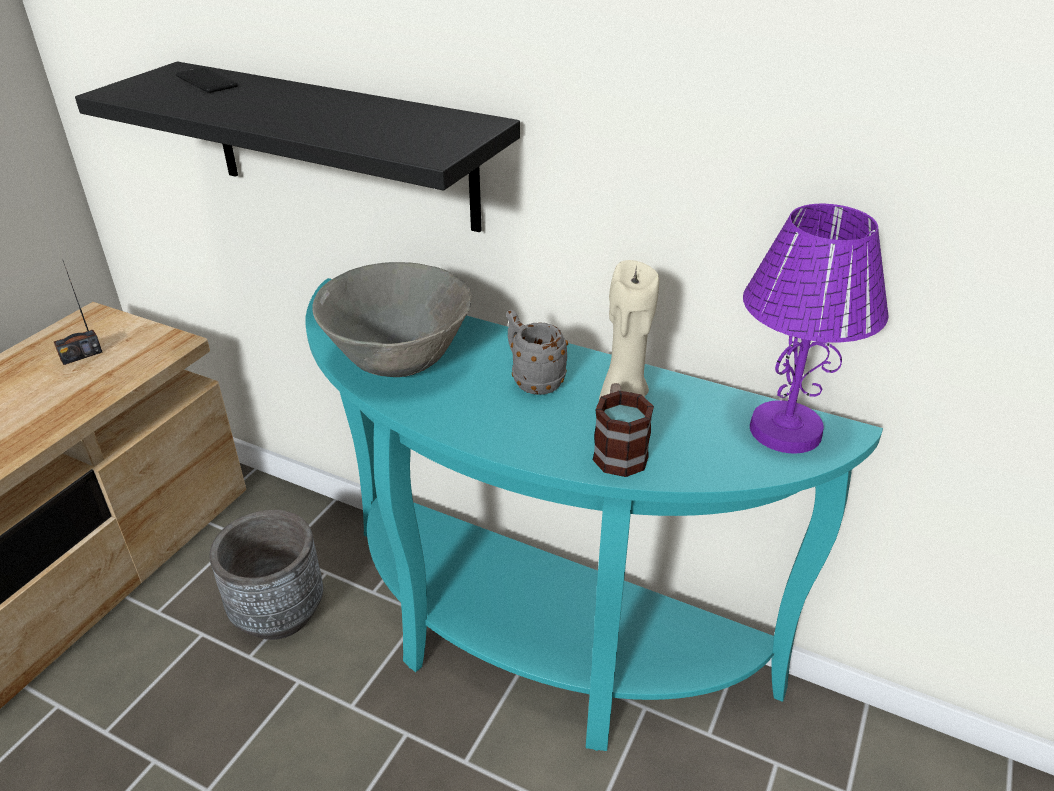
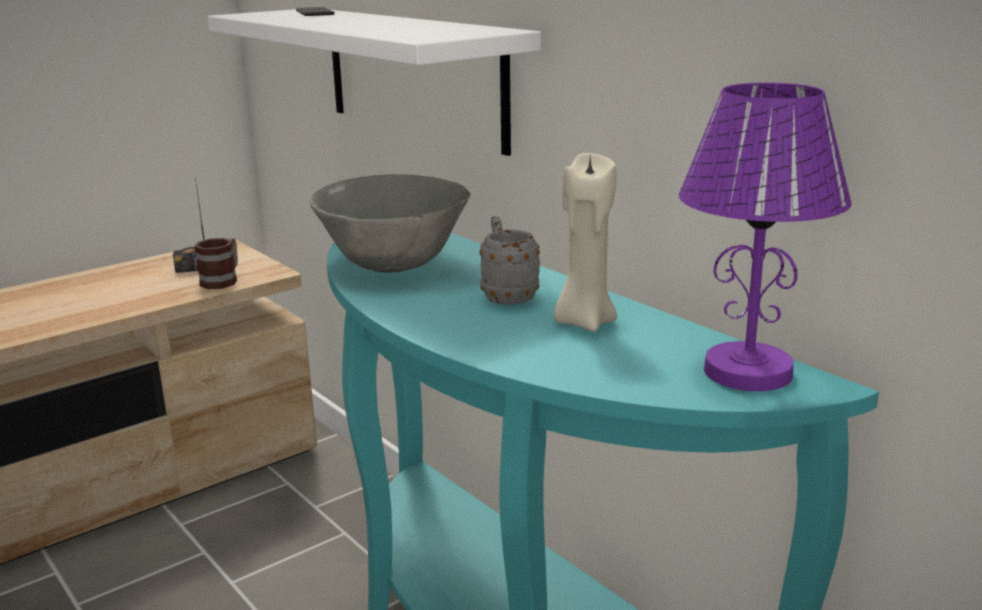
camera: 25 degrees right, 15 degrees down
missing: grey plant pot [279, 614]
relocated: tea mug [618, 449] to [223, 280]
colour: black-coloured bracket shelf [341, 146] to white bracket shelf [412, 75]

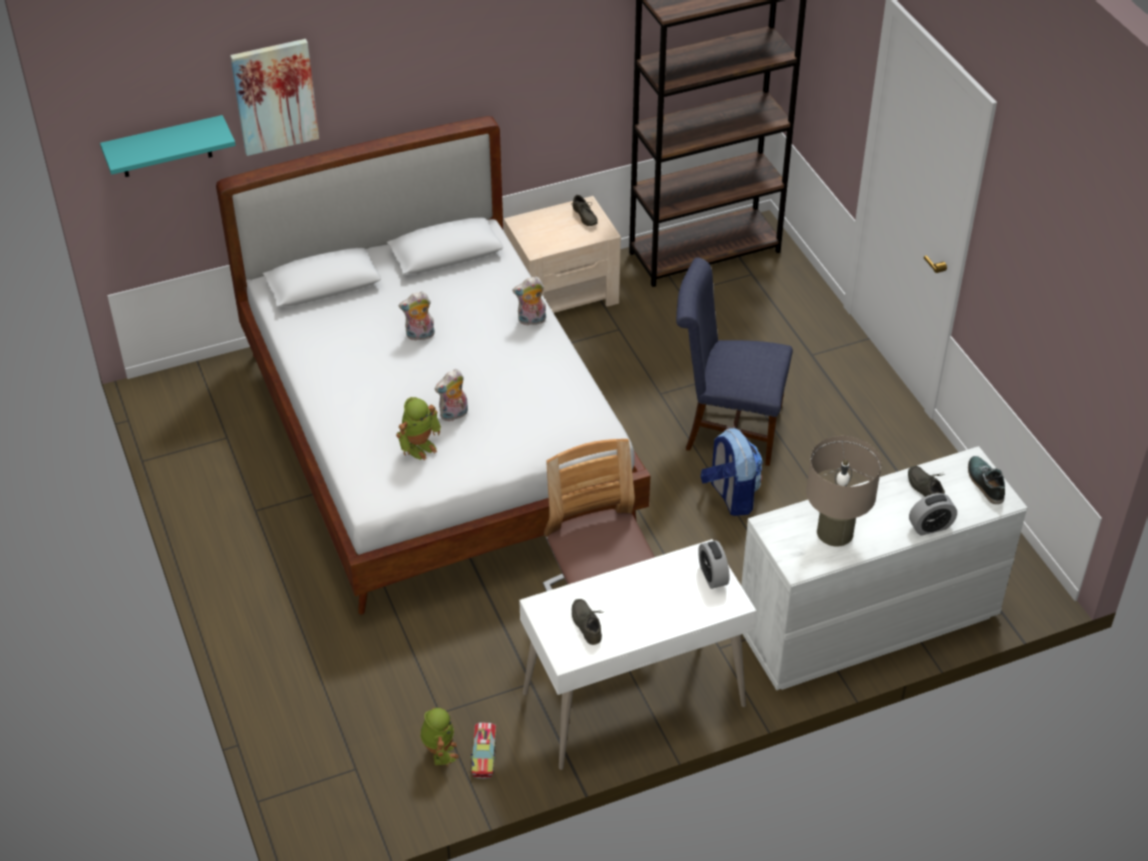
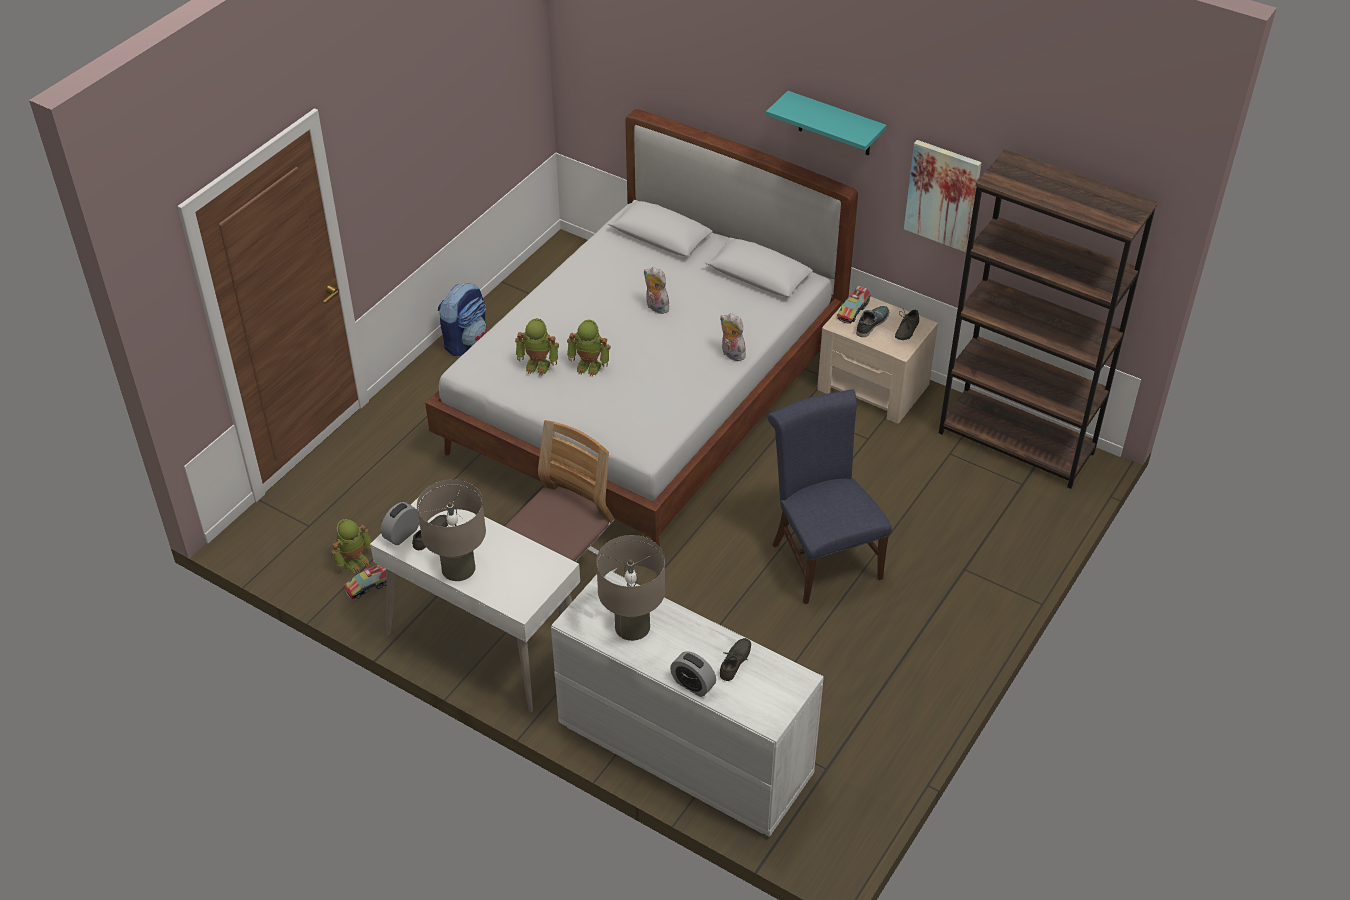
camera: 55 degrees right, 0 degrees up
appeared: sand-coloured table lamp [458, 568]; toy lorry [853, 310]
relocated: turquoise bracket shelf [165, 147] to [835, 124]; picture [275, 96] to [942, 195]; bedside clock [712, 576] to [402, 534]; backpack [730, 496] to [465, 341]; item of footwear [984, 483] to [871, 323]
exchanged: cuddly toy [454, 415] to toy robot [589, 365]

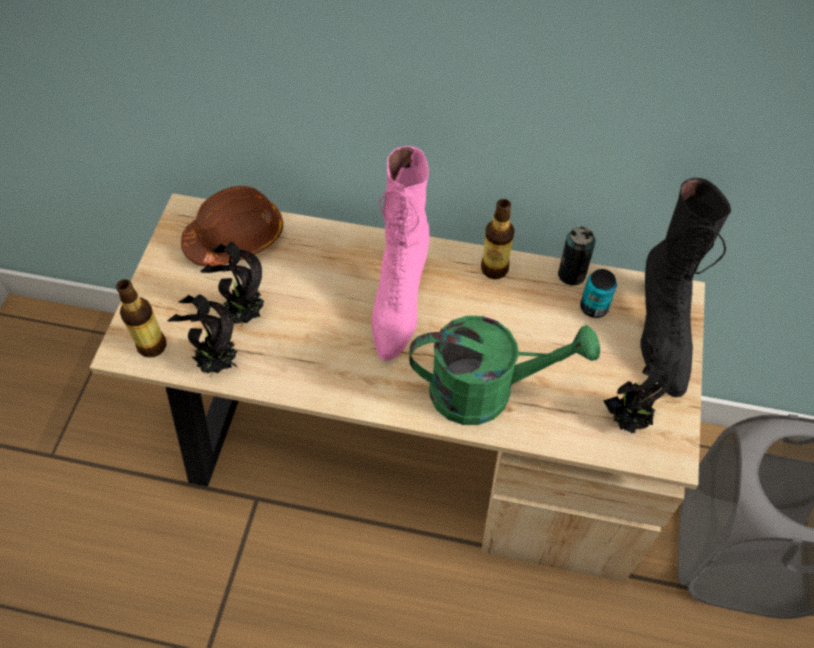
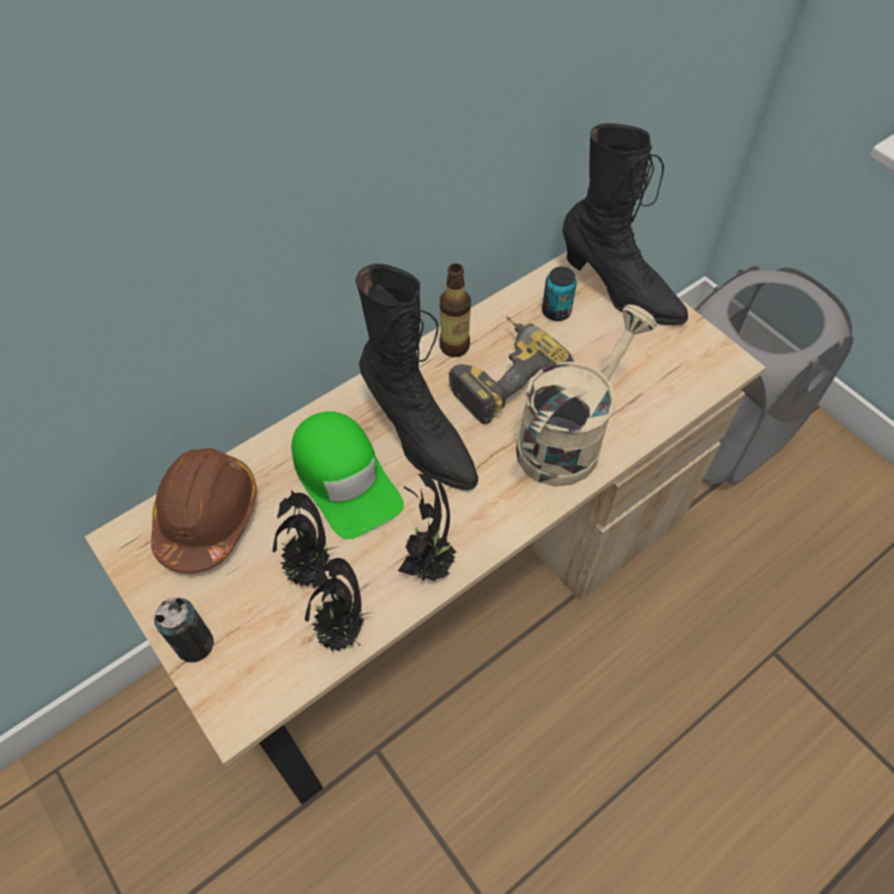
camera: 50 degrees left, 0 degrees up
missing: beverage bottle [152, 346]
appeared: greenish peaked cap [345, 478]; drill [502, 374]
relocated: sealed can [571, 274] to [195, 644]; houseplant [629, 418] to [429, 563]
colour: pink boot [398, 301] to black-coloured boot [418, 436]; greenish sprinkling can [487, 390] to sand-coloured sprinkling can [568, 437]

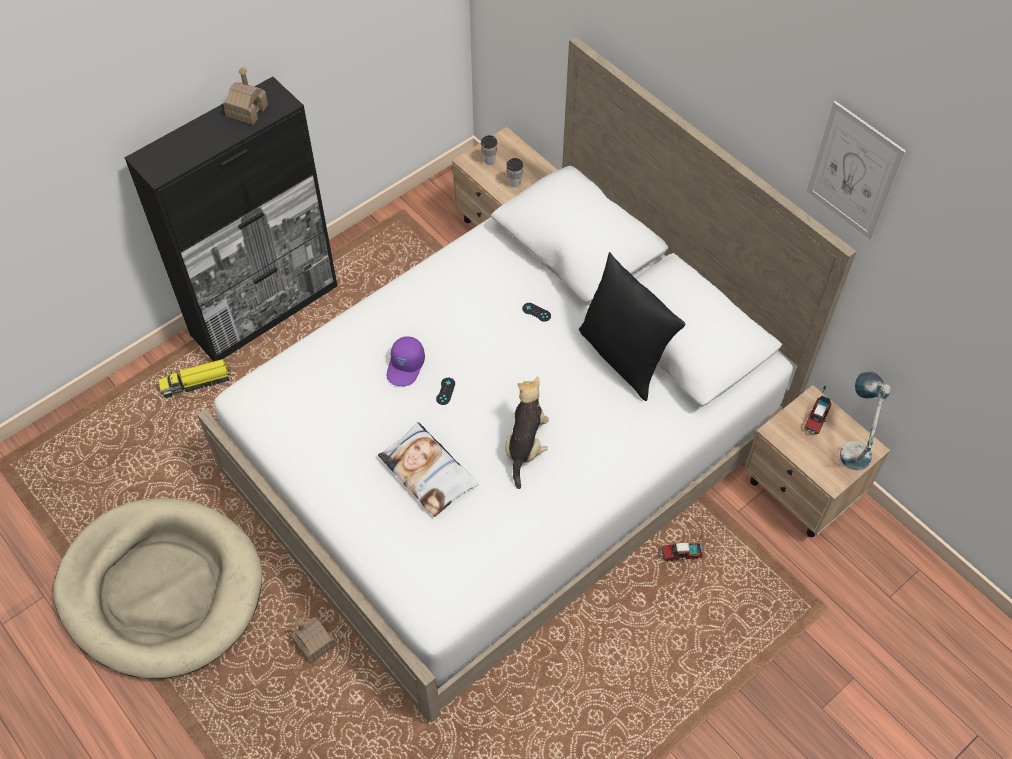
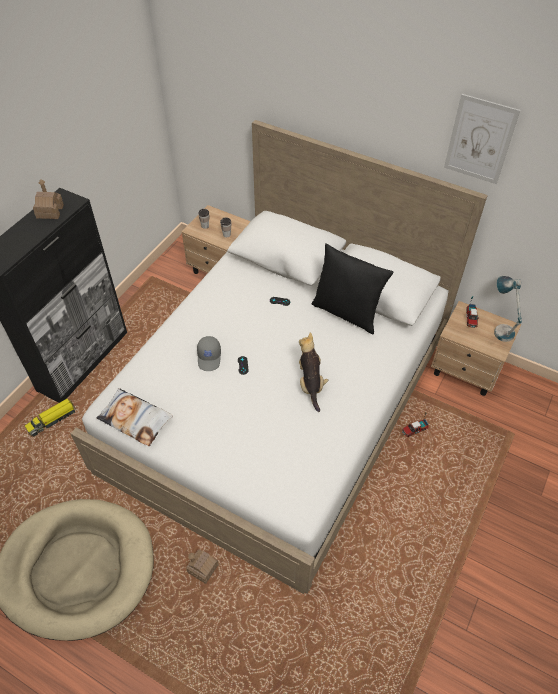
camera: 20 degrees left, 5 degrees down
relocated: cushion [428, 473] to [135, 419]
colour: purple-coloured peaked cap [406, 366] to grey peaked cap [209, 357]

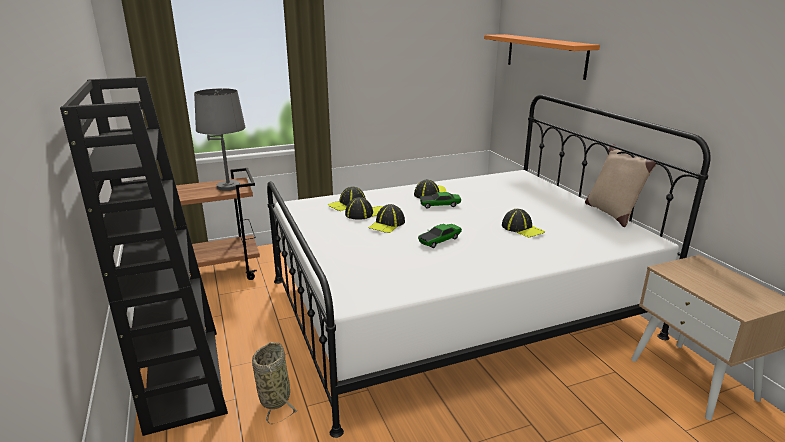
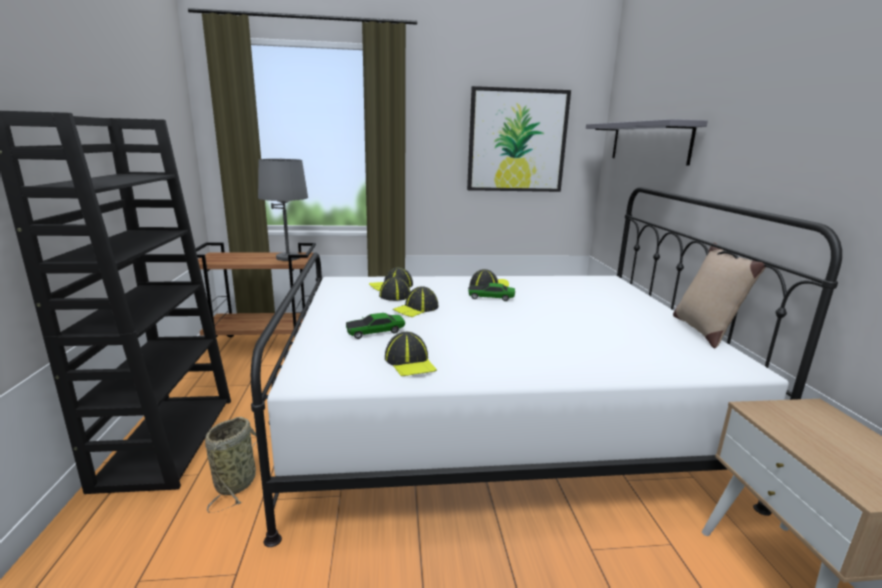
camera: 15 degrees right, 5 degrees down
appeared: picture [517, 141]
relocated: miniature car [439, 240] to [375, 332]; peaked cap [522, 229] to [410, 362]
colour: orangey bracket shelf [545, 55] to grey bracket shelf [648, 142]

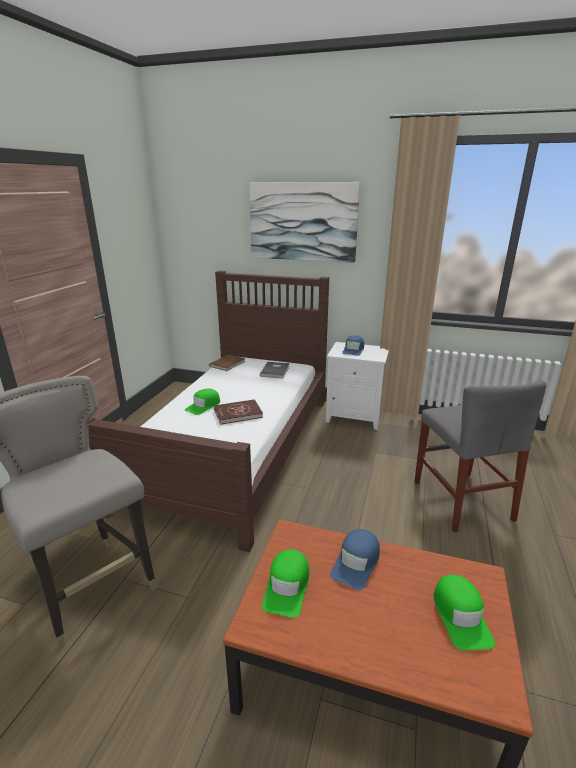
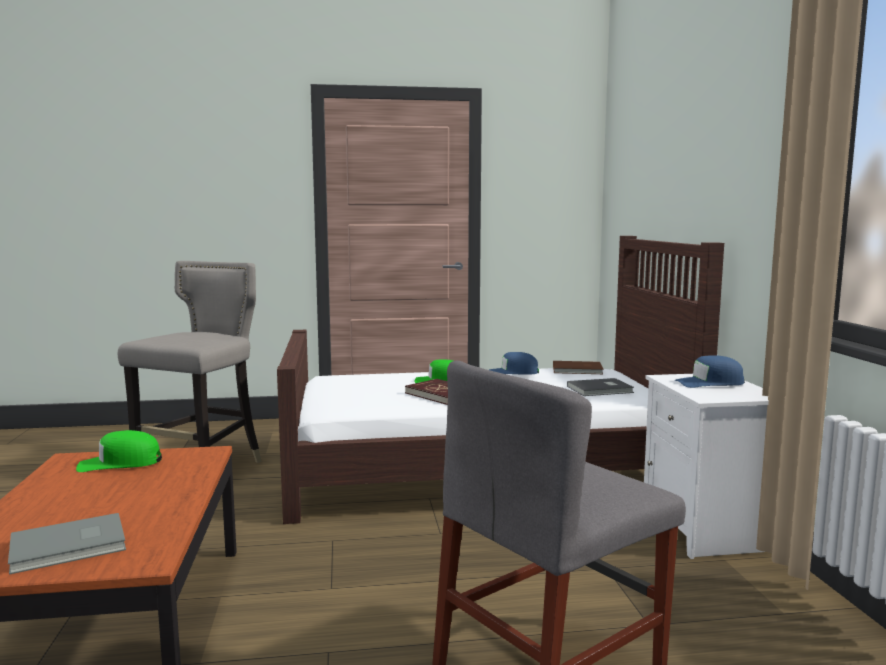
camera: 65 degrees right, 15 degrees down
missing: picture [303, 222]
relocated: blue peaked cap [356, 563] to [513, 372]
exchanged: greenish peaked cap [460, 616] to grey bound book [70, 547]

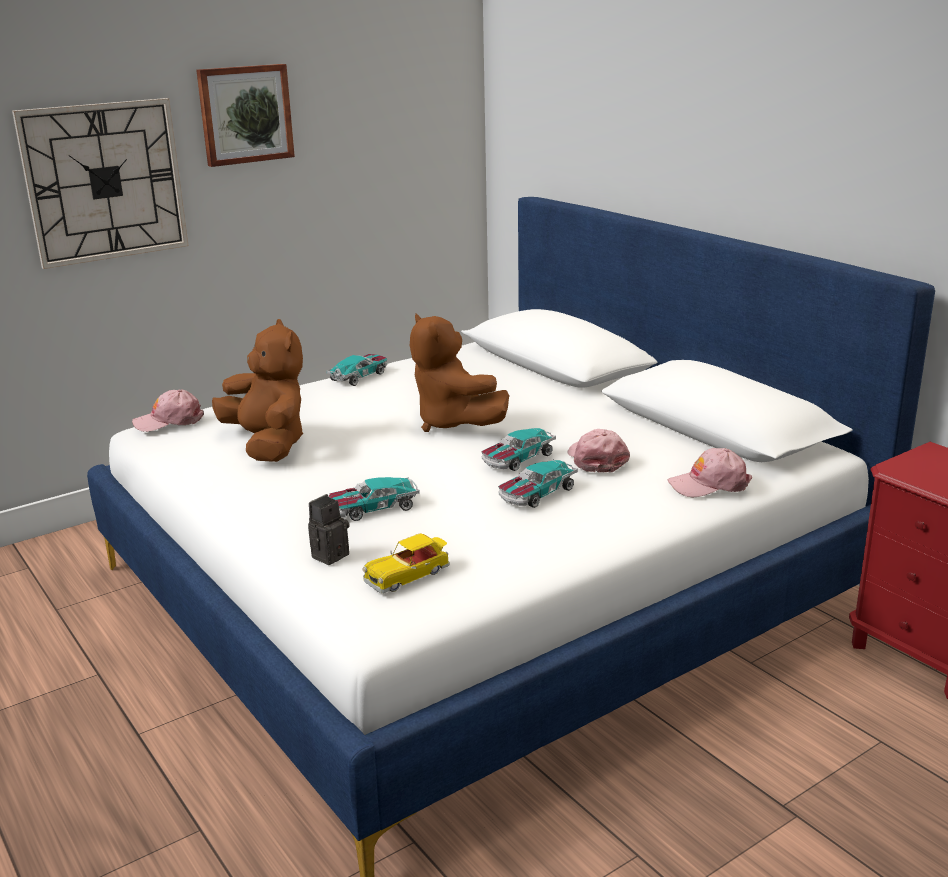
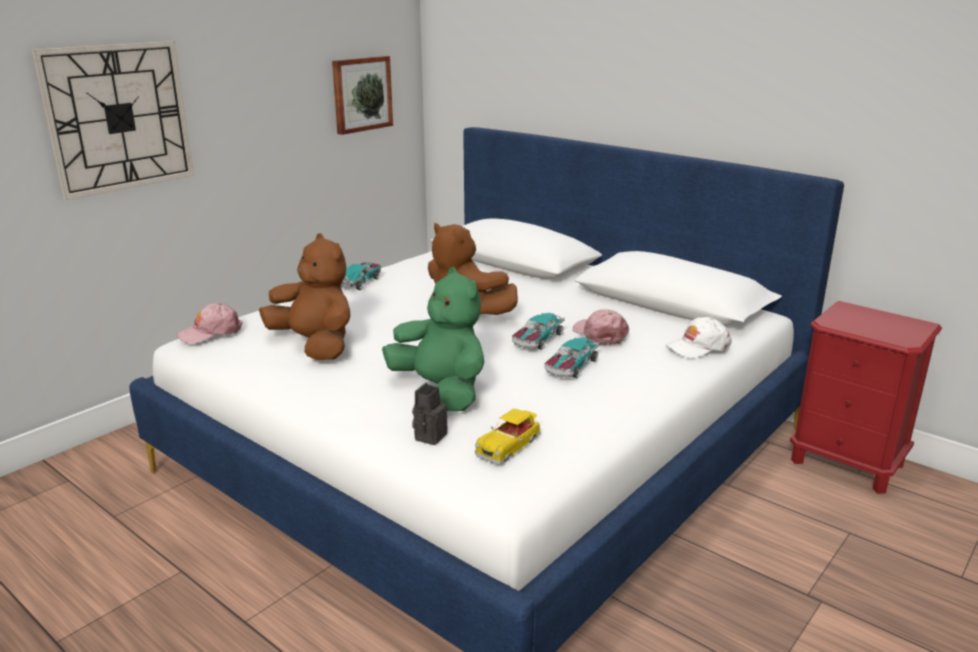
camera: 15 degrees left, 0 degrees up
relocated: picture [245, 114] to [361, 94]
exchanged: miniature car [373, 508] to greenish cuddly toy [441, 391]
colour: pink peaked cap [709, 484] to white peaked cap [698, 347]

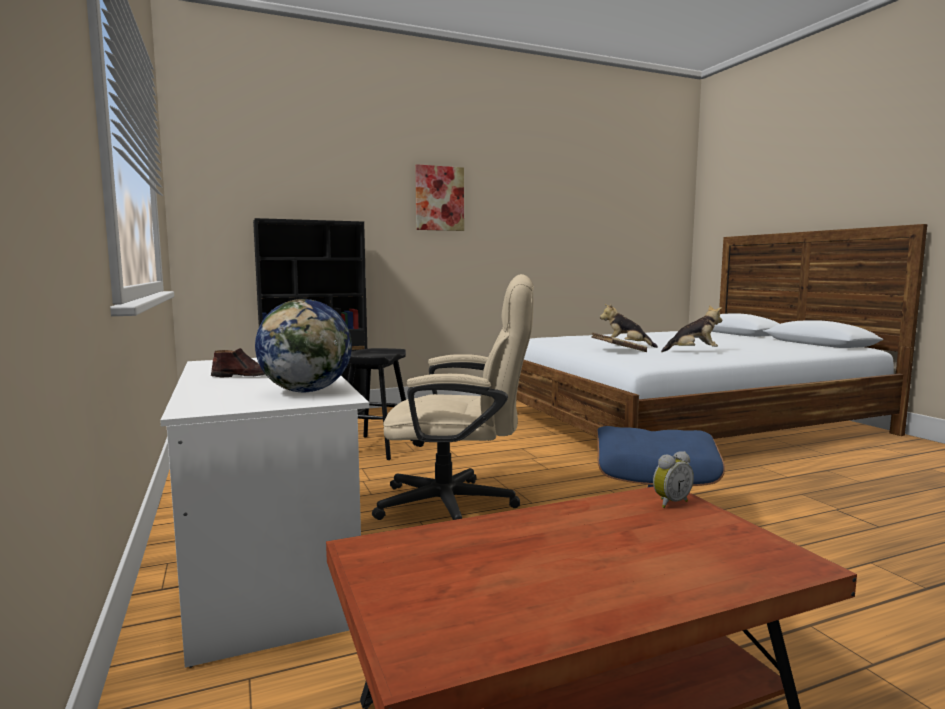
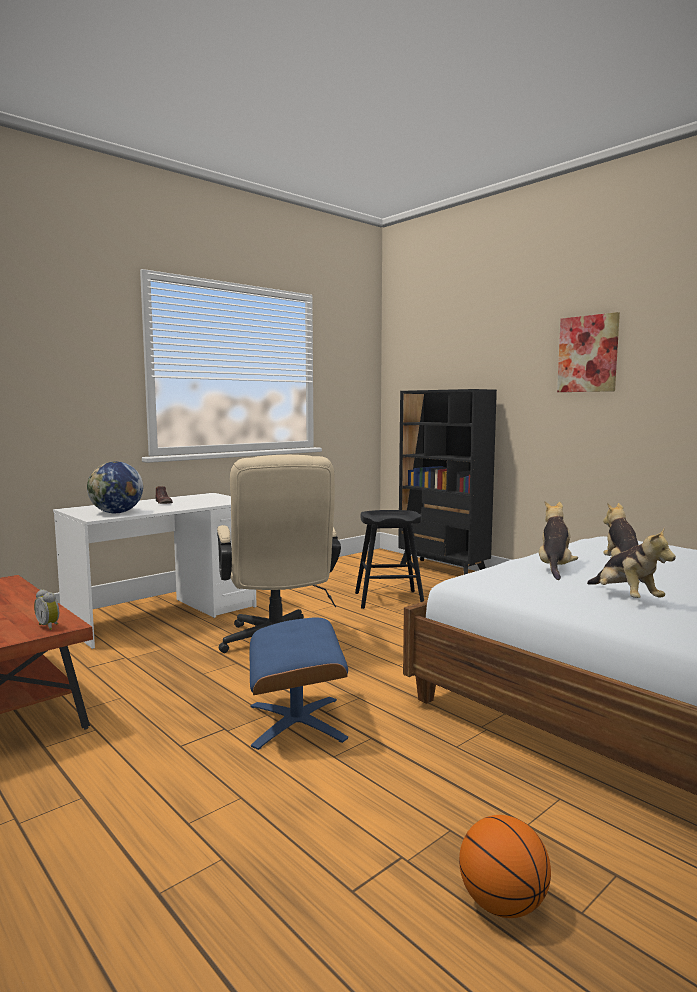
camera: 70 degrees right, 0 degrees up
appeared: basketball ball [502, 904]
exchanged: sand-coloured bound book [618, 351] to cuddly toy [554, 568]

